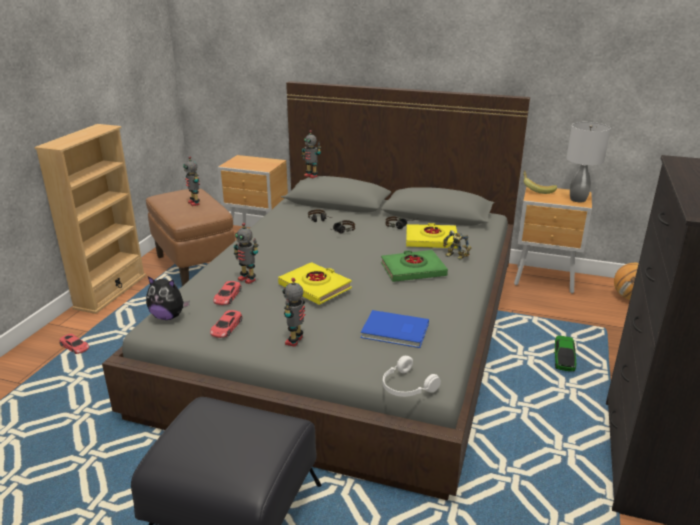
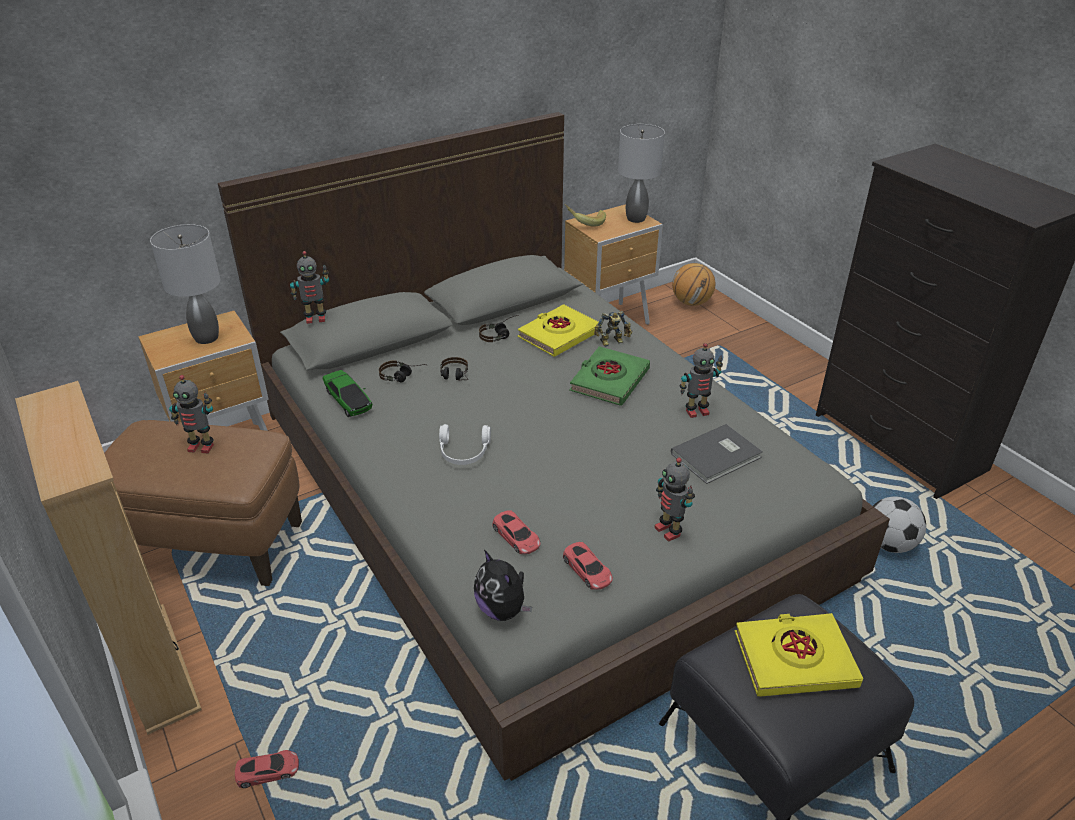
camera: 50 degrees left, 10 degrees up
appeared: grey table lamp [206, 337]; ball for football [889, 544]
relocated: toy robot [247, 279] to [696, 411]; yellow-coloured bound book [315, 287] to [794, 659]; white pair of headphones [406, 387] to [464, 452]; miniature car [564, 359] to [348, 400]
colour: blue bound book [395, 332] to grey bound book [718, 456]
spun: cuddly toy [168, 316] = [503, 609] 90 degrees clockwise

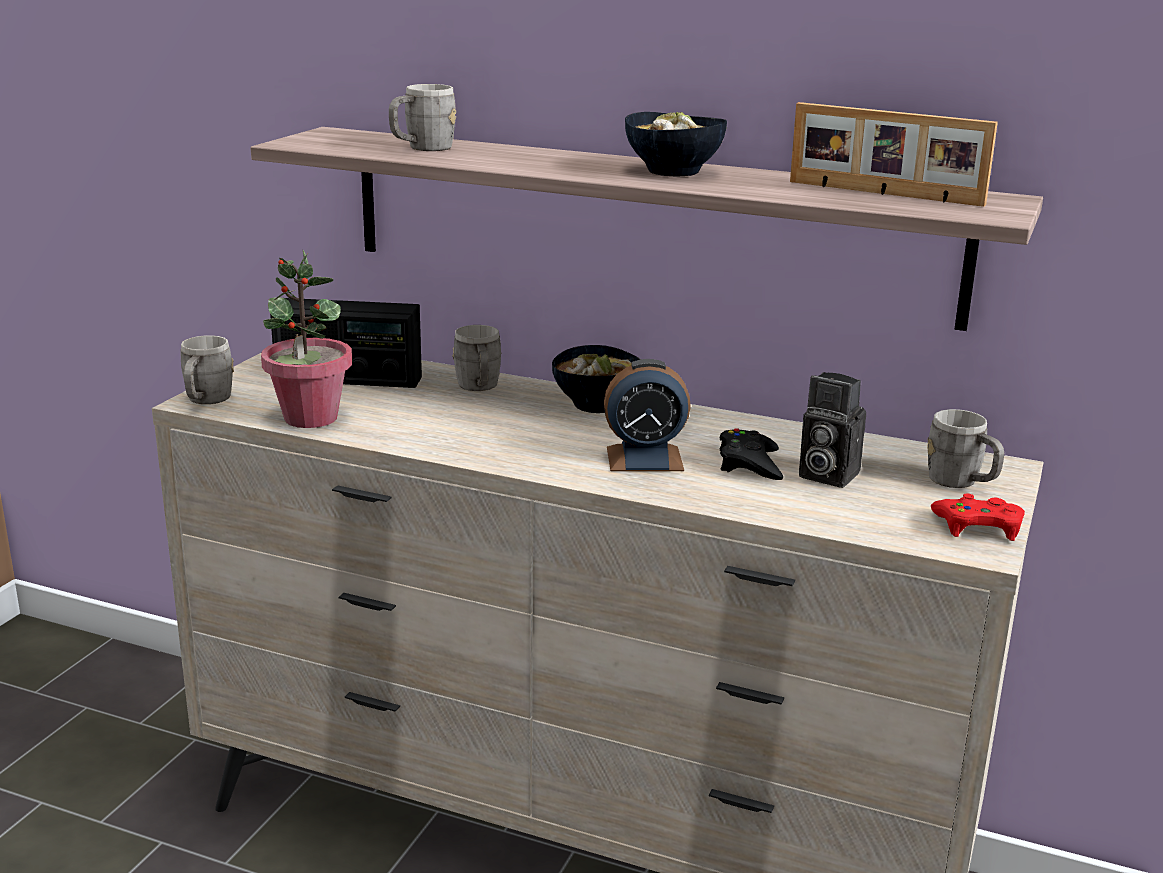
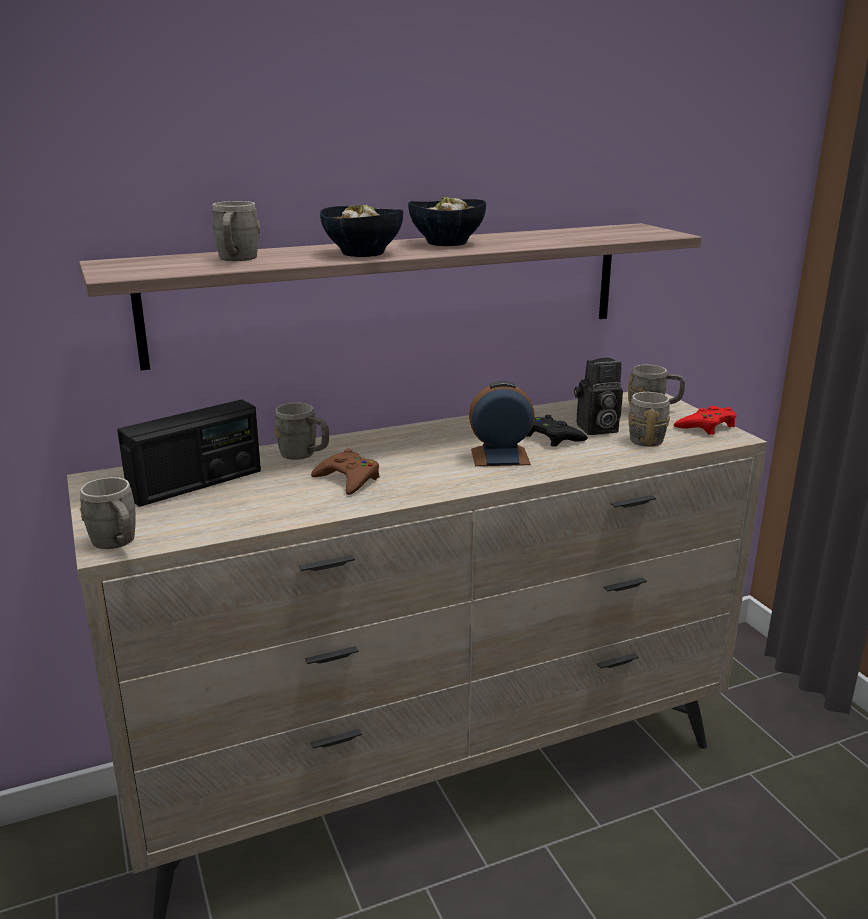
camera: 45 degrees left, 0 degrees up
missing: houseplant [310, 418]; picture frame [883, 193]
appeared: brownish joypad [348, 479]; grey tea mug [645, 437]
relocated: deep dish [595, 405] to [363, 254]
spun: bedside clock [644, 459] = [500, 457] 135 degrees counterclockwise

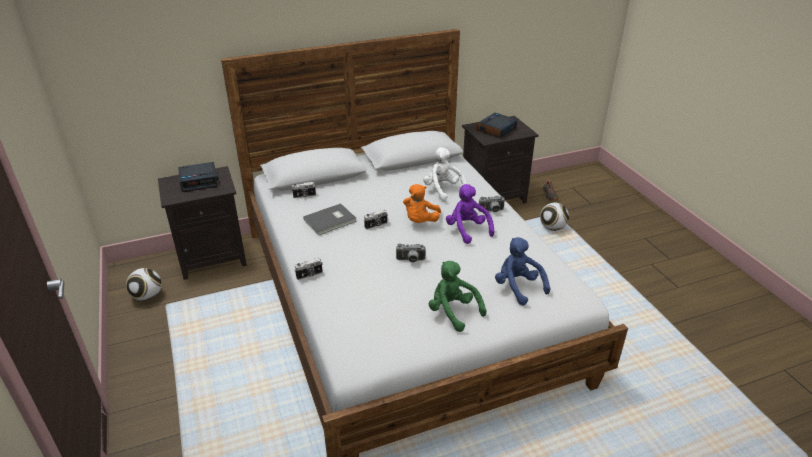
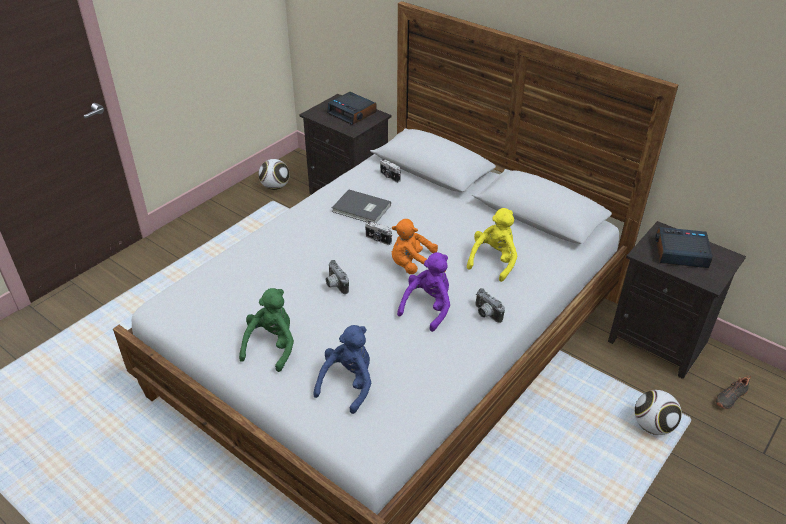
camera: 60 degrees right, 5 degrees up
missing: still camera [309, 275]
colour: white cuddly toy [443, 190] to yellow-coloured cuddly toy [493, 261]

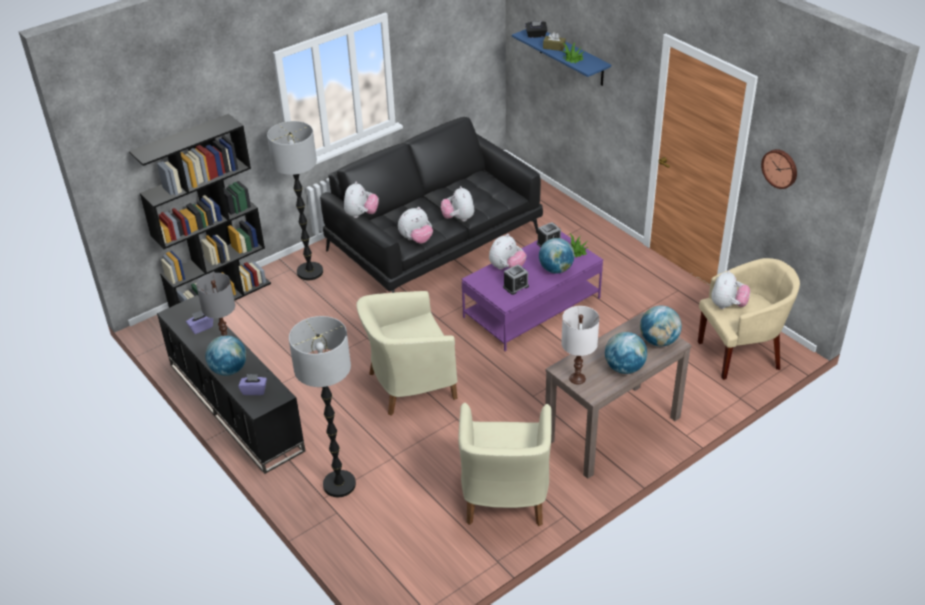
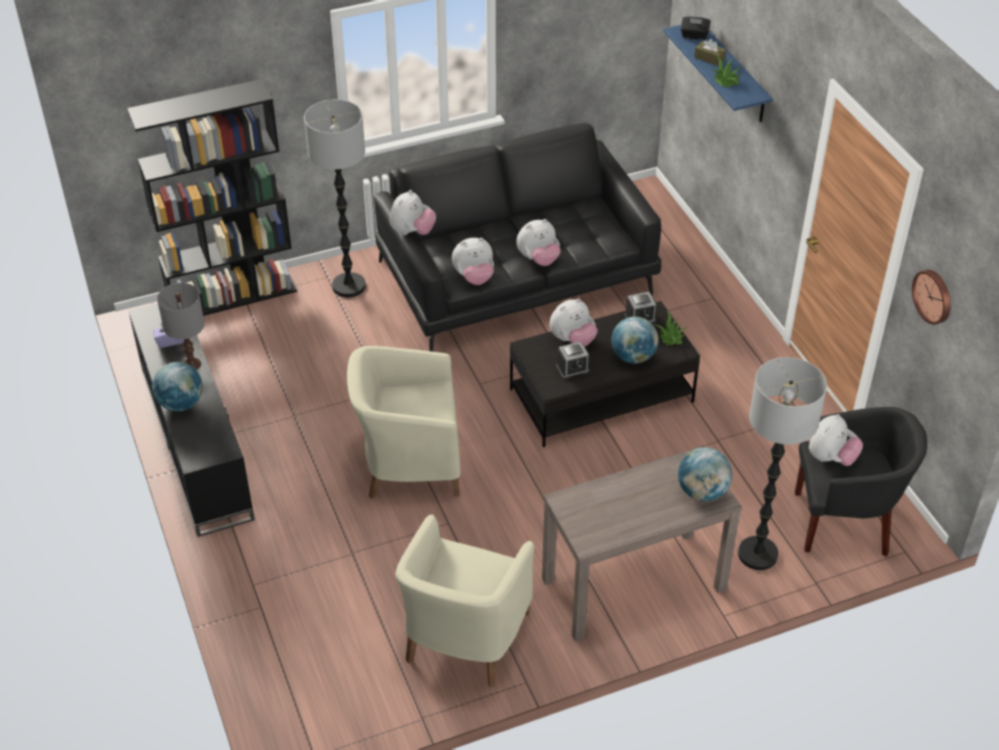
camera: 15 degrees right, 5 degrees up
missing: purple-coloured tissue holder [254, 390]; white table lamp [577, 378]; world globe [624, 368]
relocated: floor lamp [339, 484] to [757, 554]
colour: purple-coloured coffee table [532, 307] to black-coloured coffee table [601, 395]; sand-coloured easy chair [741, 353] to black-coloured easy chair [845, 521]
spun: cuddly toy [458, 218] = [538, 259] 120 degrees counterclockwise

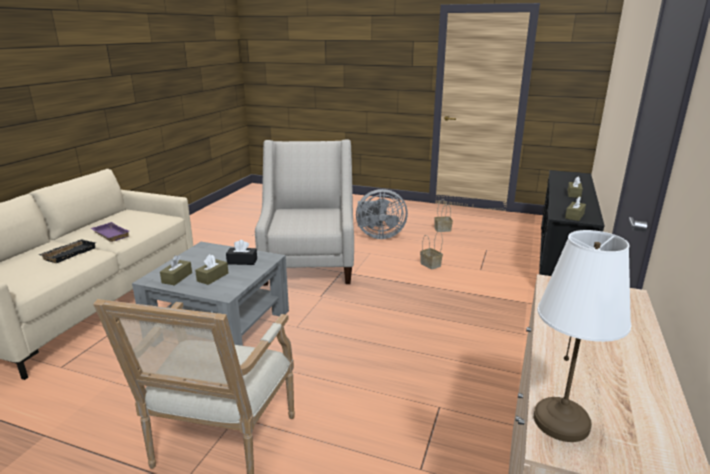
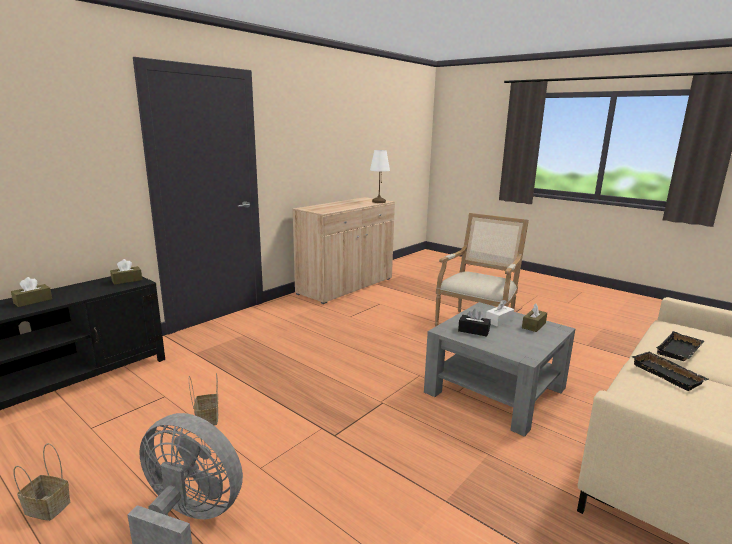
camera: 160 degrees left, 5 degrees down
missing: sand-coloured easy chair [309, 264]
colour: purple-coloured tray [109, 235] to black-coloured tray [668, 374]; brownish tissue holder [212, 277] to white tissue holder [499, 321]

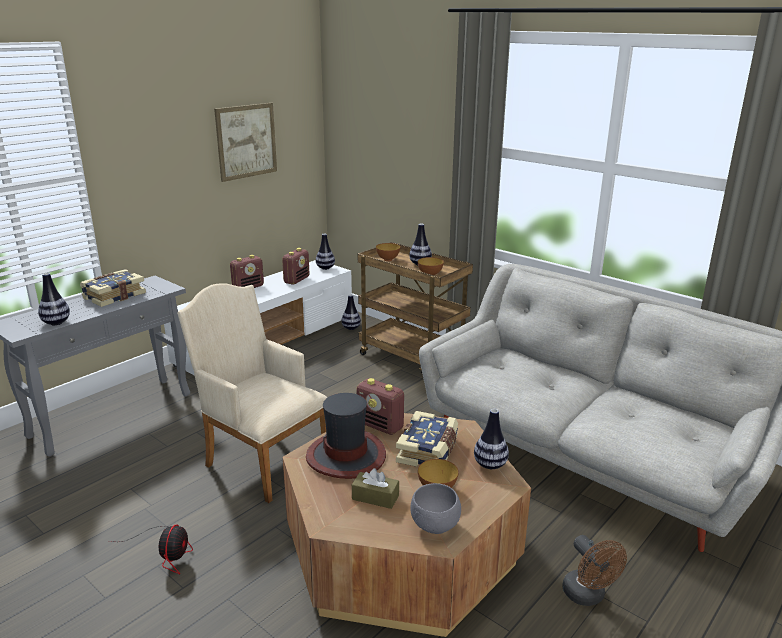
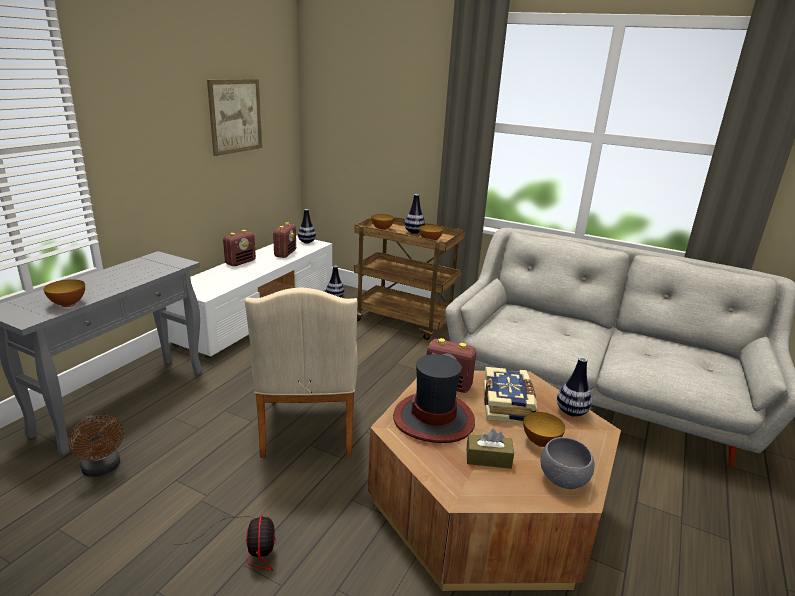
camera: 15 degrees left, 0 degrees up
missing: bound book [114, 296]
relocated: brownish electric fan [588, 596] to [102, 469]
exchanged: flower vase [56, 323] to deep dish [68, 304]
spun: sand-coloured easy chair [263, 459] = [307, 431] 120 degrees counterclockwise

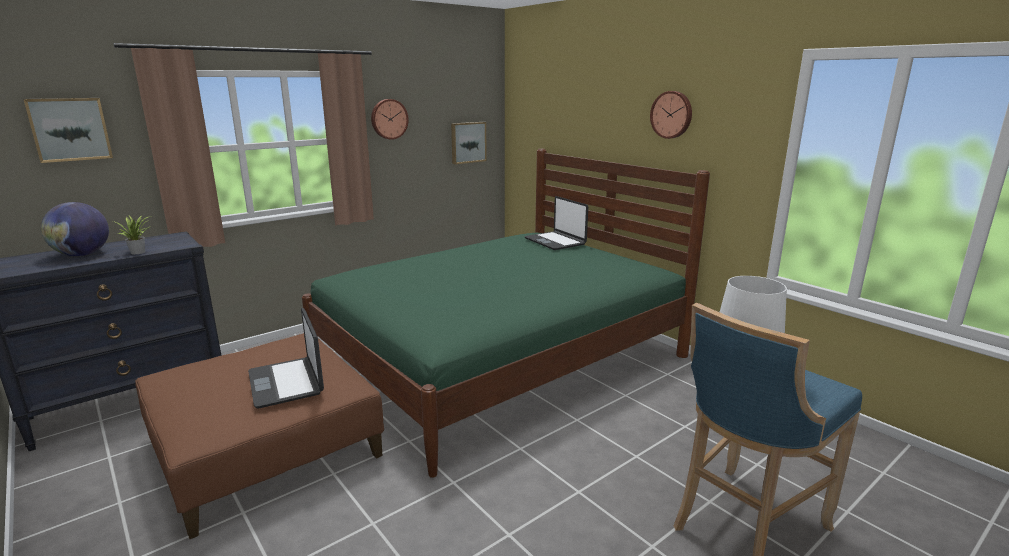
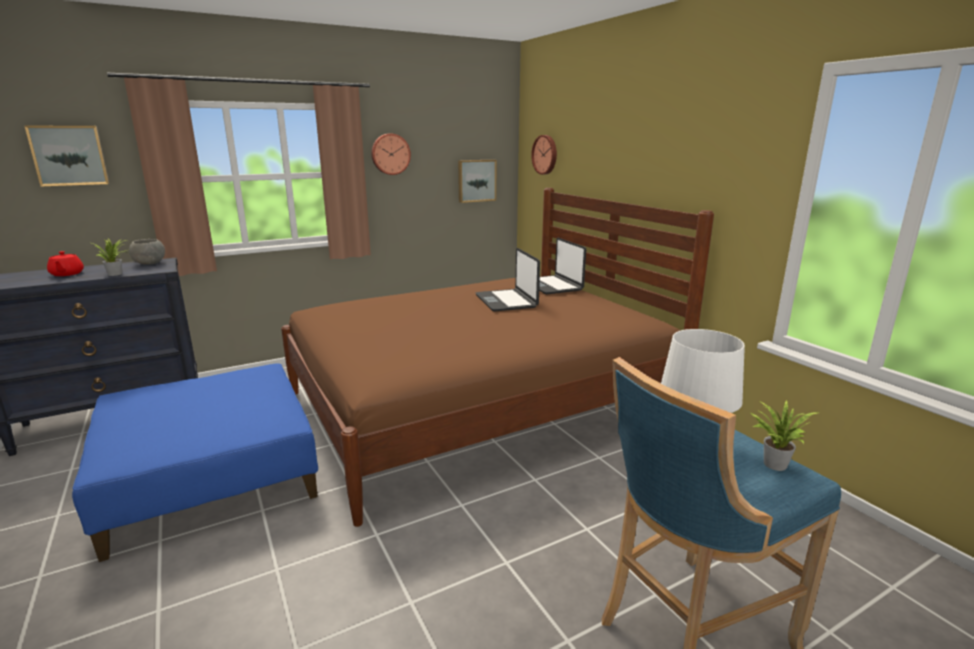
camera: 10 degrees right, 0 degrees up
appeared: grey deep dish [150, 263]; houseplant [773, 463]
relocated: portable computer [287, 383] to [506, 301]; wall clock [672, 114] to [545, 154]
exchanged: world globe [82, 255] to red-coloured tea pot [67, 274]
colour: brownish footrest [264, 448] to blue footrest [210, 475]; greenish bedroom bed [501, 359] to brownish bedroom bed [478, 406]

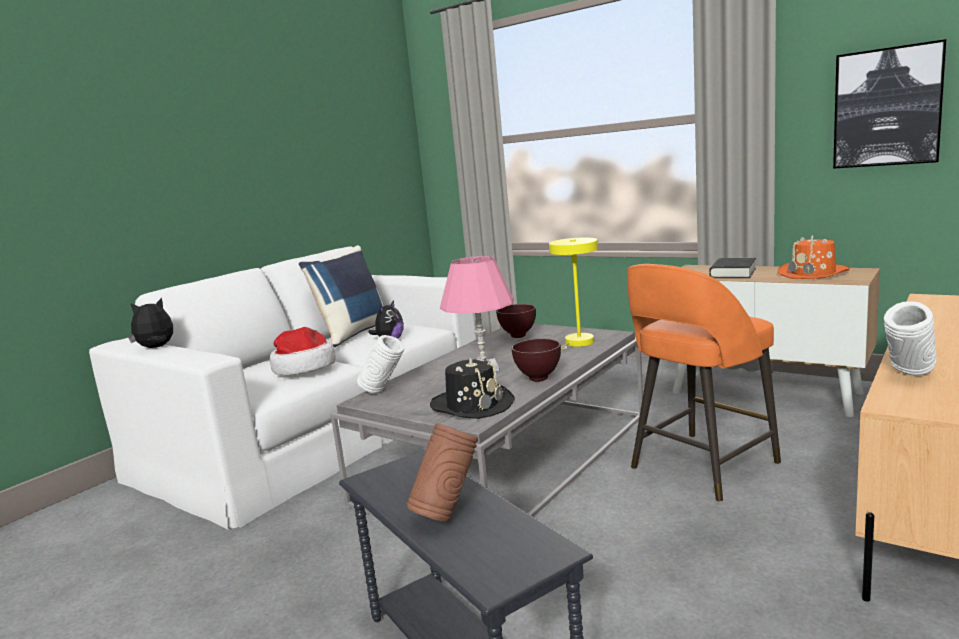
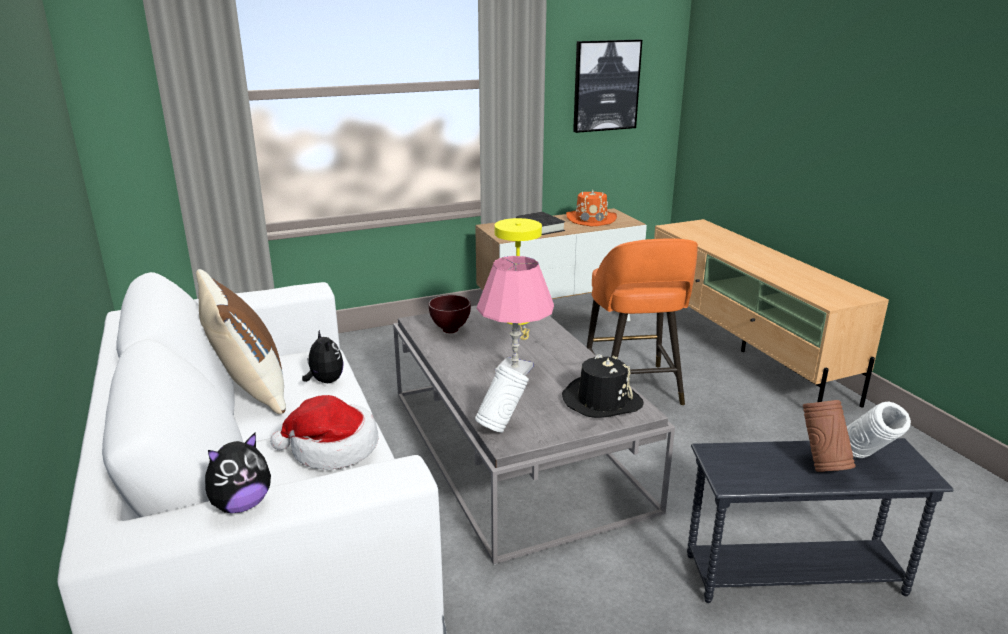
camera: 60 degrees left, 10 degrees up
missing: brownish deep dish [539, 379]
relocated: white flower vase [908, 377] to [866, 461]
colour: blue cushion [354, 333] to brownish cushion [248, 390]
spun: cuddly toy [156, 348] = [241, 505] 135 degrees counterclockwise

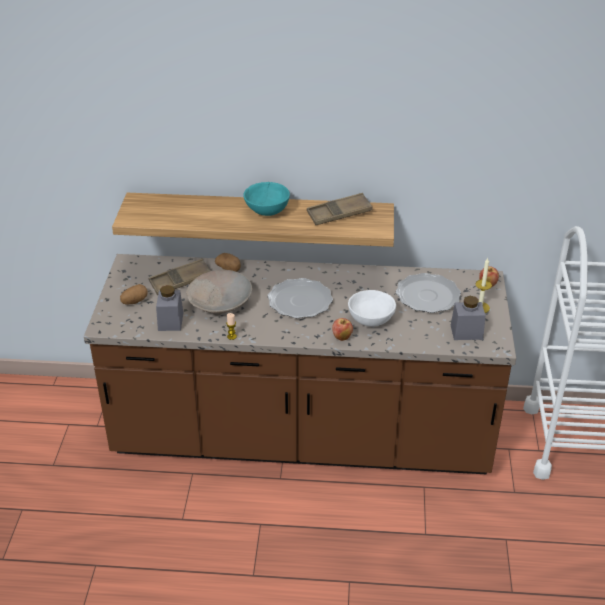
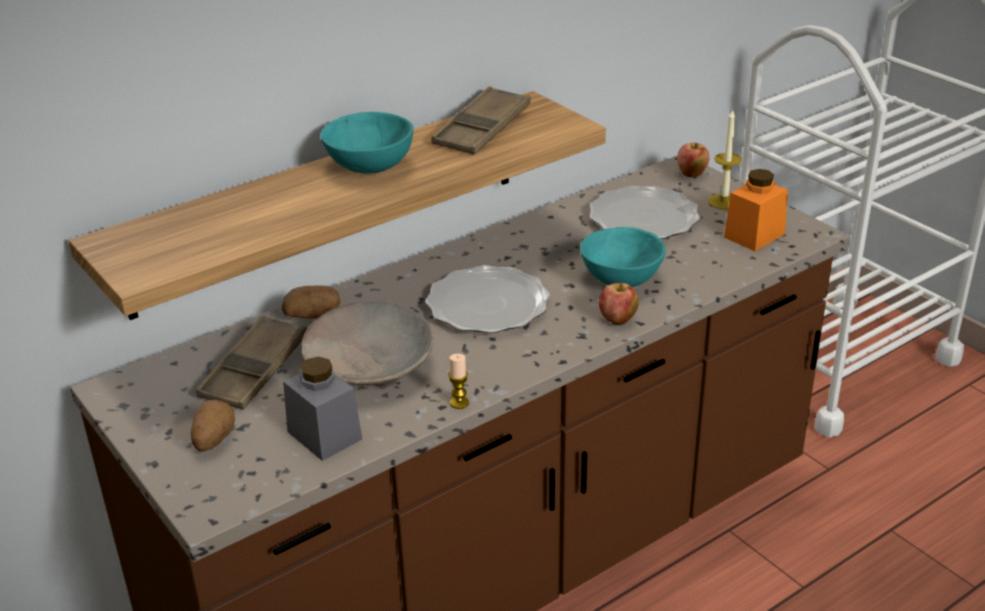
camera: 40 degrees left, 5 degrees down
colour: white deep dish [370, 320] to turquoise deep dish [620, 280]; grey jar [466, 332] to orangey jar [754, 235]

